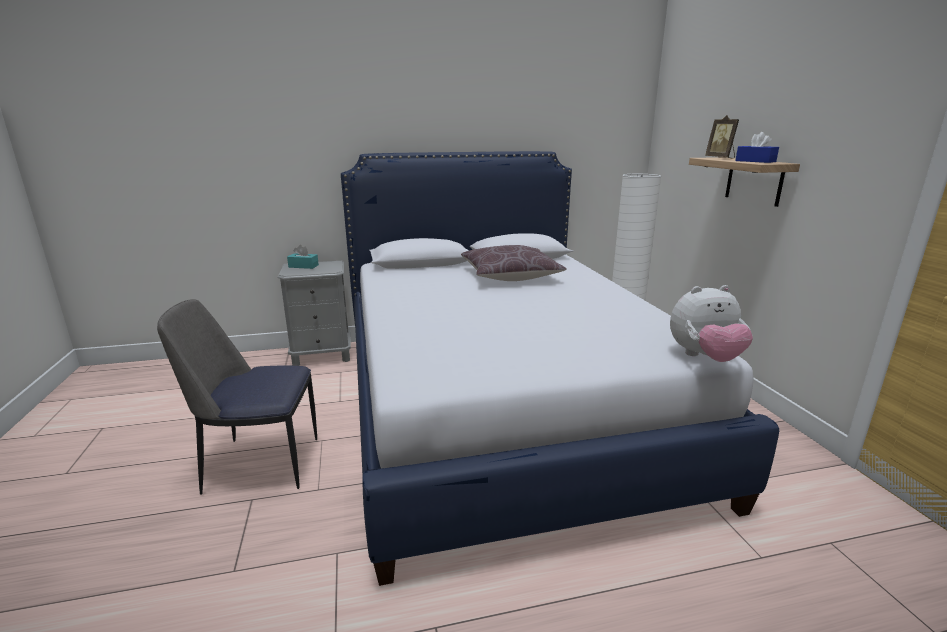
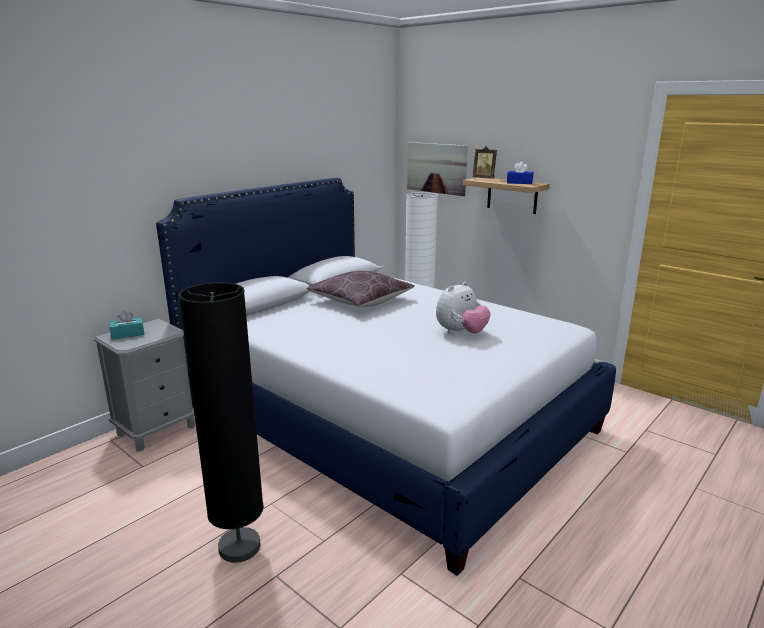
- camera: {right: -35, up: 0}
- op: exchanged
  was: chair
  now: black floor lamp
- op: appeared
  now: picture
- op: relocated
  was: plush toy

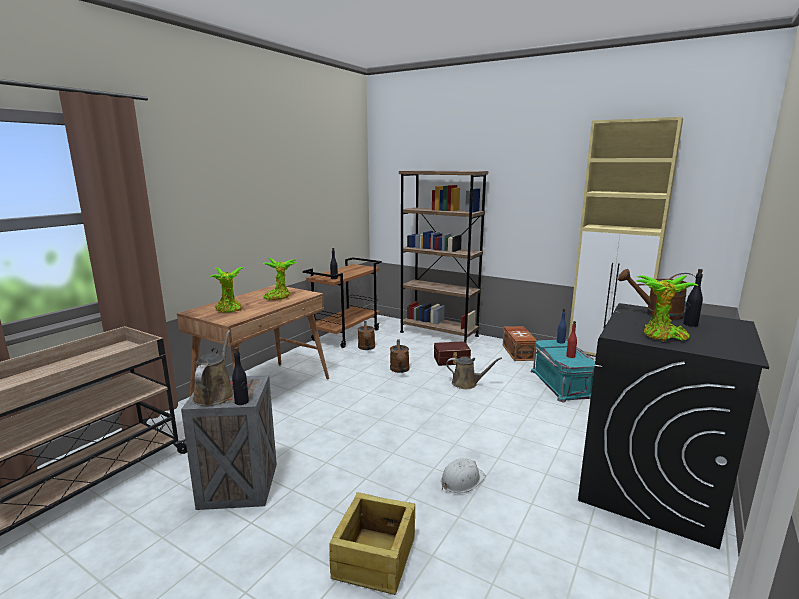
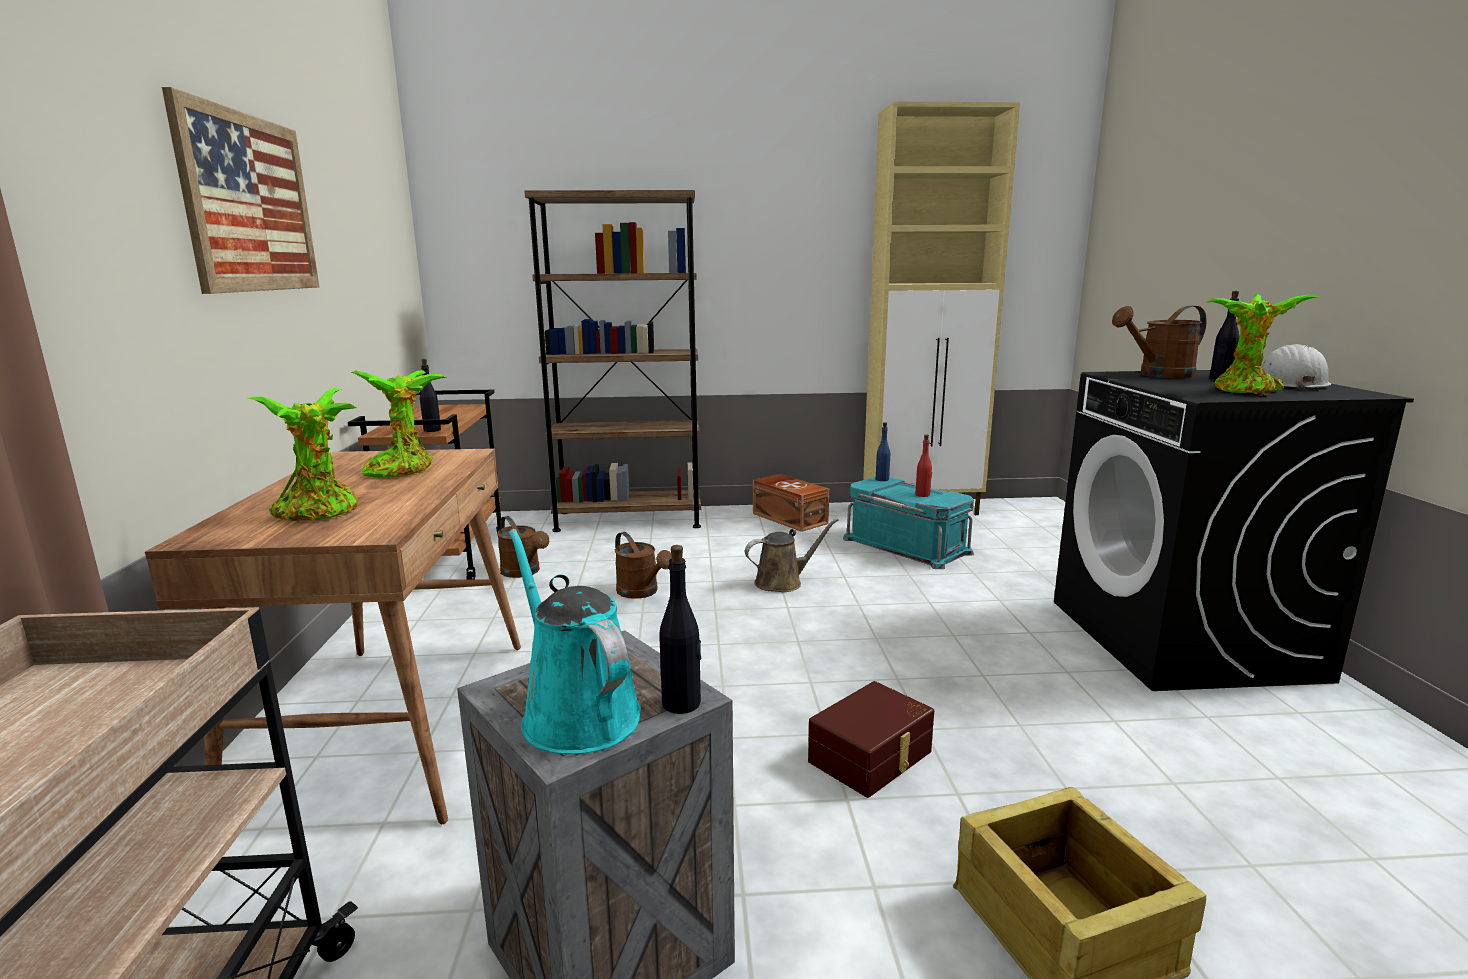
- camera: {right: -35, up: 0}
- op: appeared
  now: picture
- op: colour
  was: brown watering can (no. 1 from left)
  now: turquoise watering can
- op: relocated
  was: brown storage box (no. 1 from left in the first image)
  now: brown storage box (no. 2 from left)
- op: relocated
  was: white hard hat

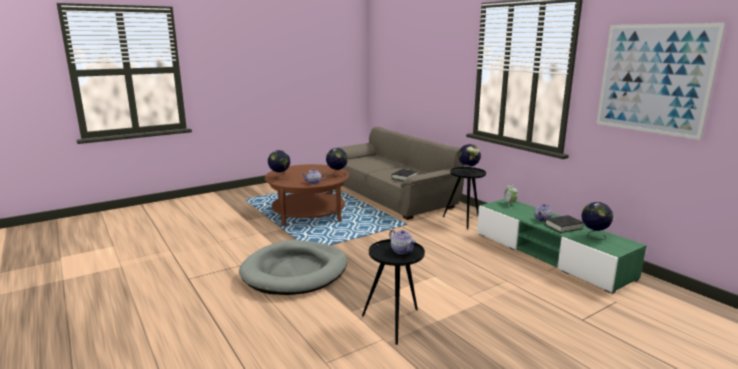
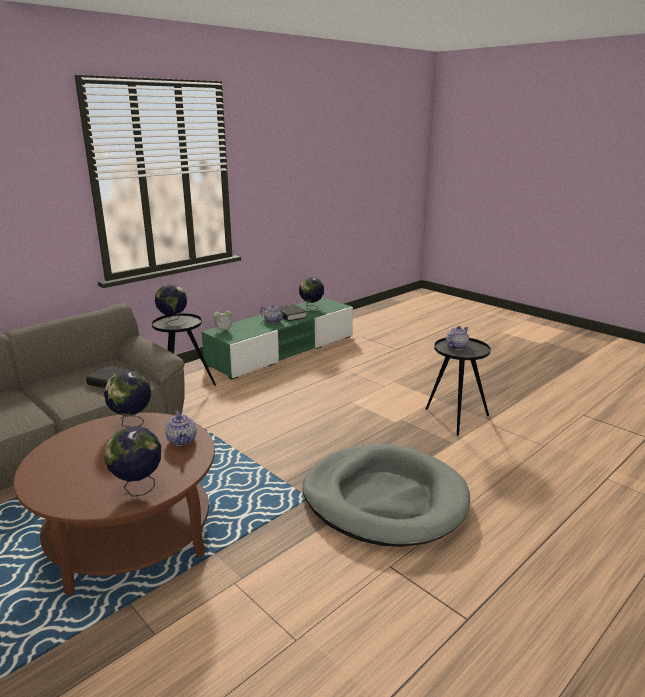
- camera: {right: -100, up: 5}
- op: missing
  was: picture

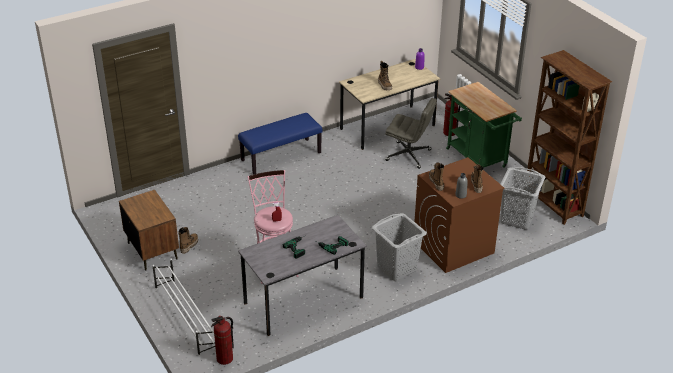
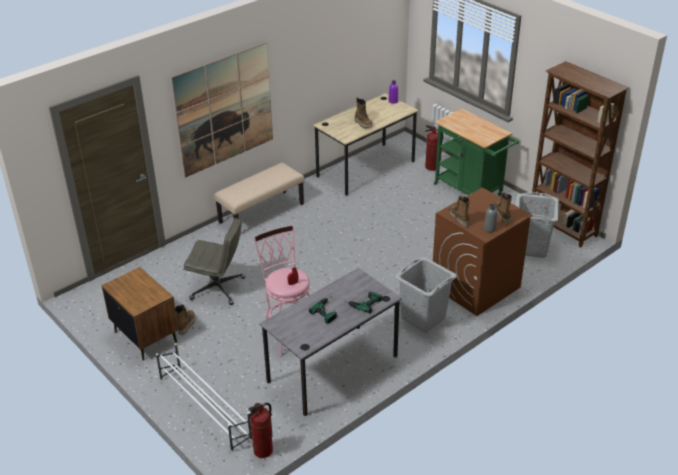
- camera: {right: -10, up: 0}
- op: appeared
  now: picture
- op: relocated
  was: grey office chair
- op: colour
  was: blue bench
  now: beige bench

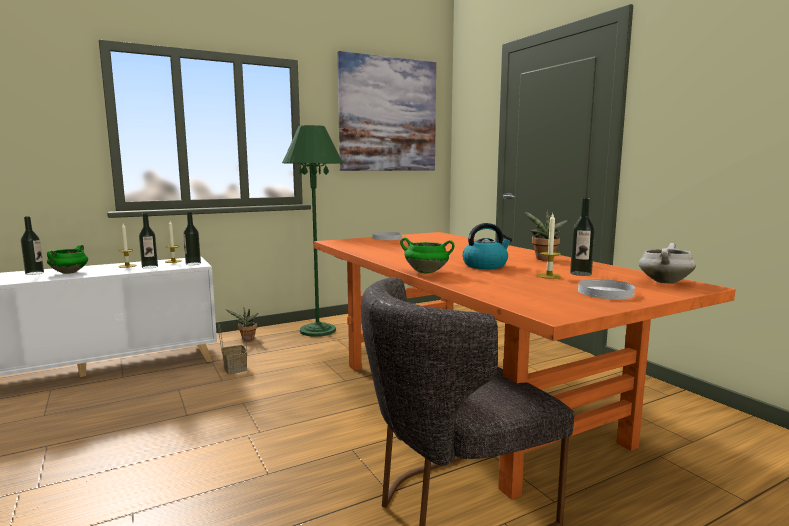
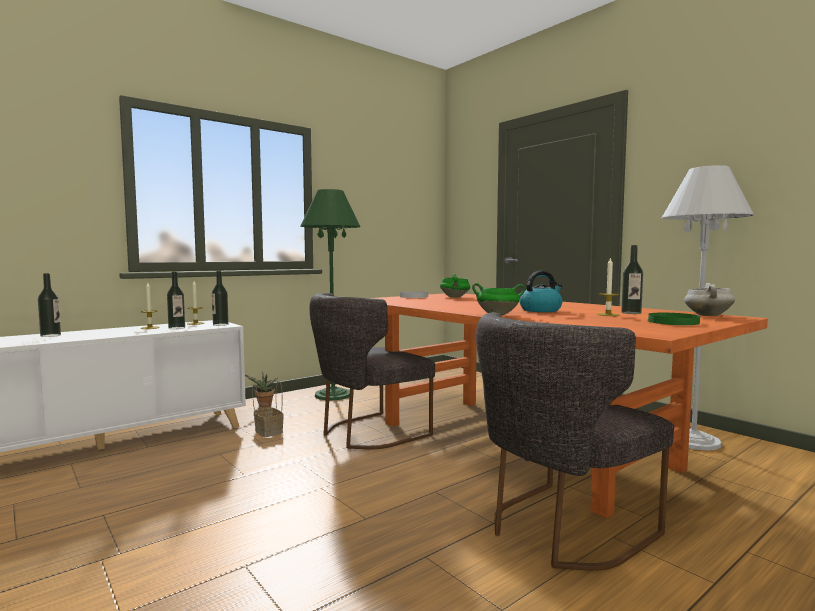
- camera: {right: -10, up: -5}
- op: appeared
  now: grey chair (no. 1 from left)
- op: relocated
  was: green cooking pot (no. 1 from left)
- op: colour
  was: white plate (no. 2 from left)
  now: green plate
- op: appeared
  now: white floor lamp
- op: missing
  was: picture
- op: missing
  was: potted plant (no. 2 from left)

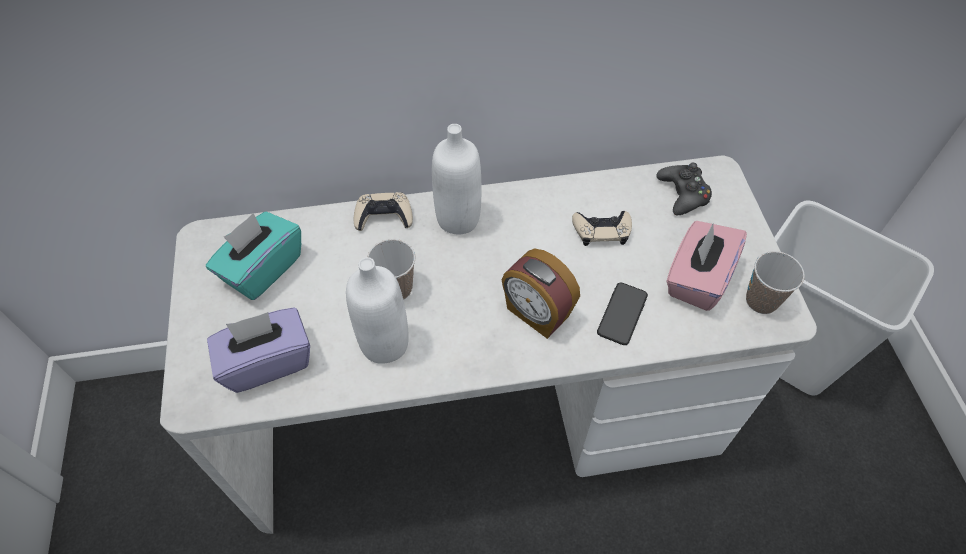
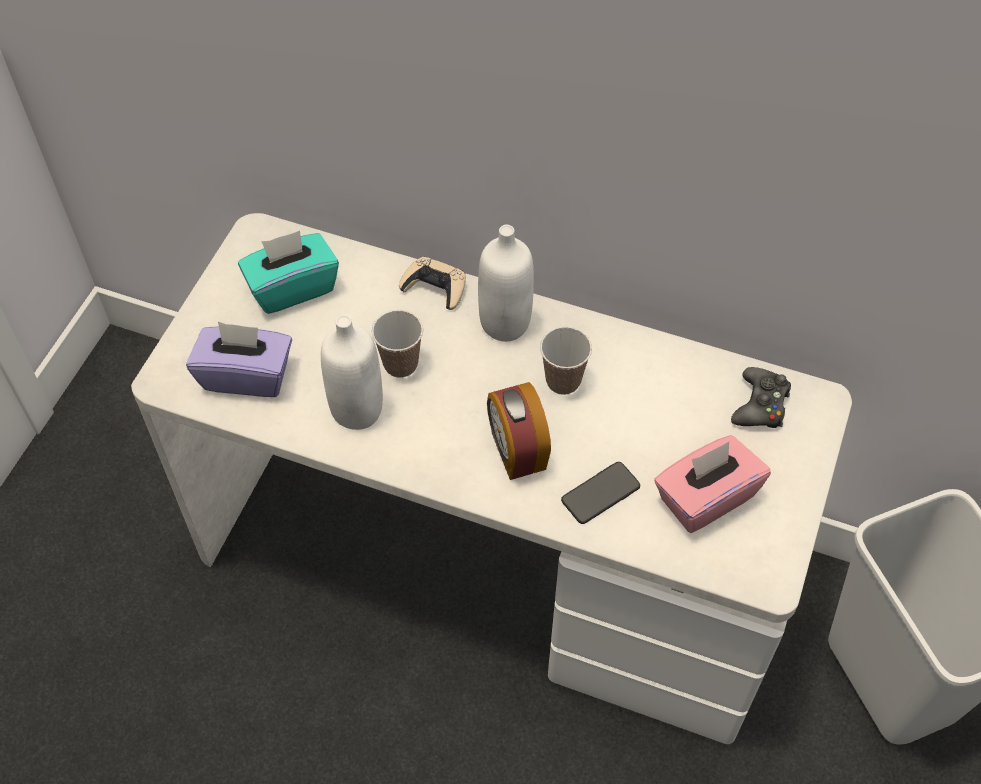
- camera: {right: 30, up: 0}
- op: relocated
  was: cup (no. 2 from left)
- op: missing
  was: beige game controller (no. 2 from left)

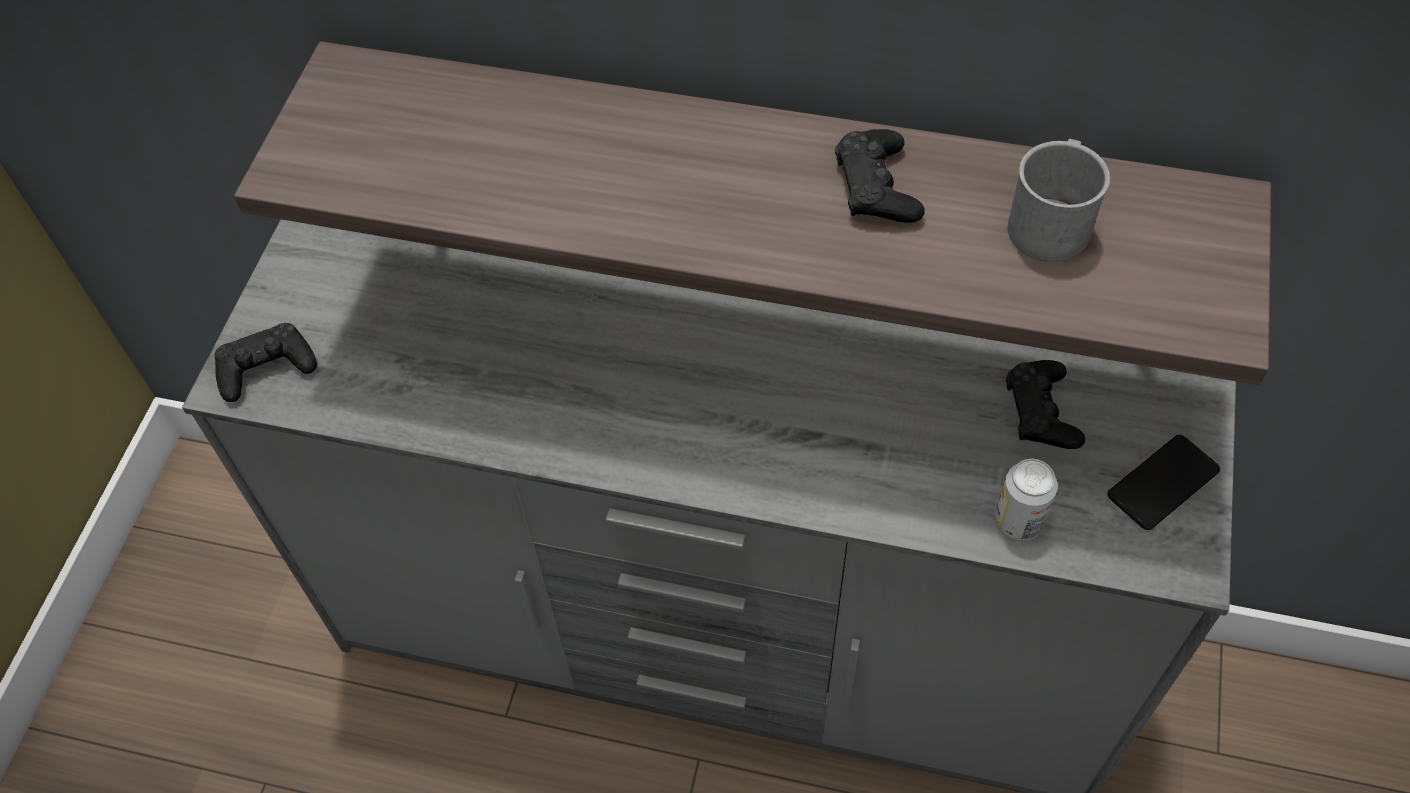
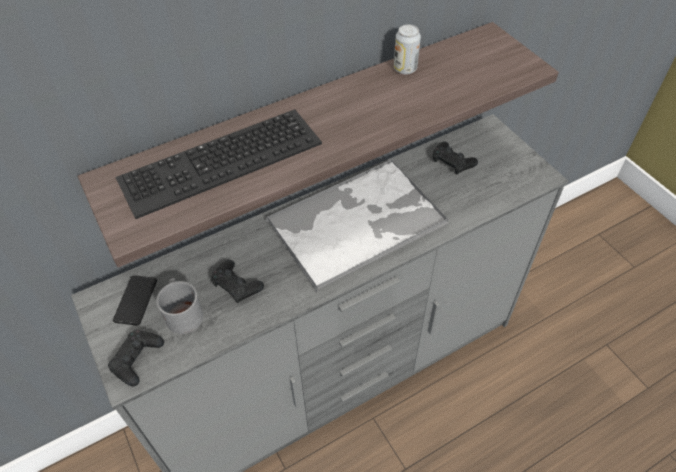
- camera: {right: -45, up: -5}
- op: relocated
  was: phone
- op: appeared
  now: keyboard
- op: relocated
  was: grey mug
- op: relocated
  was: black game controller (no. 2 from left)
- op: appeared
  now: tray
- op: relocated
  was: can

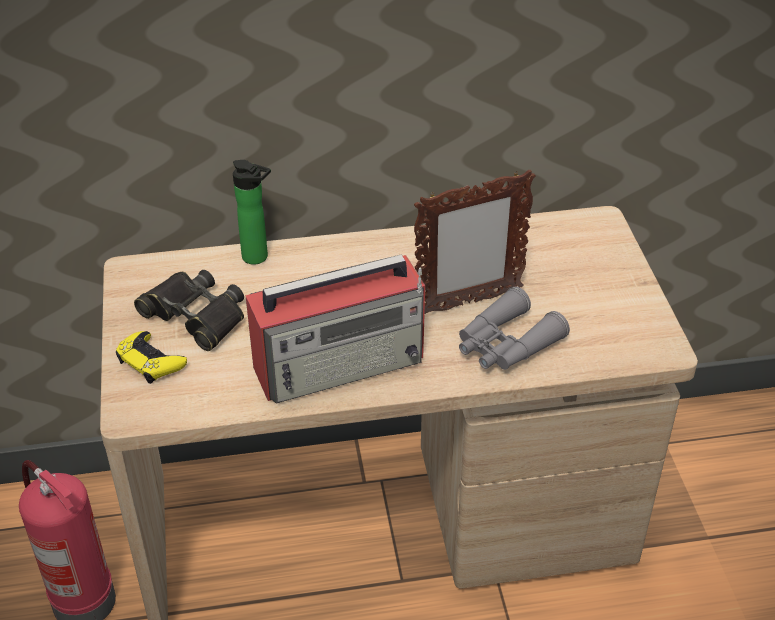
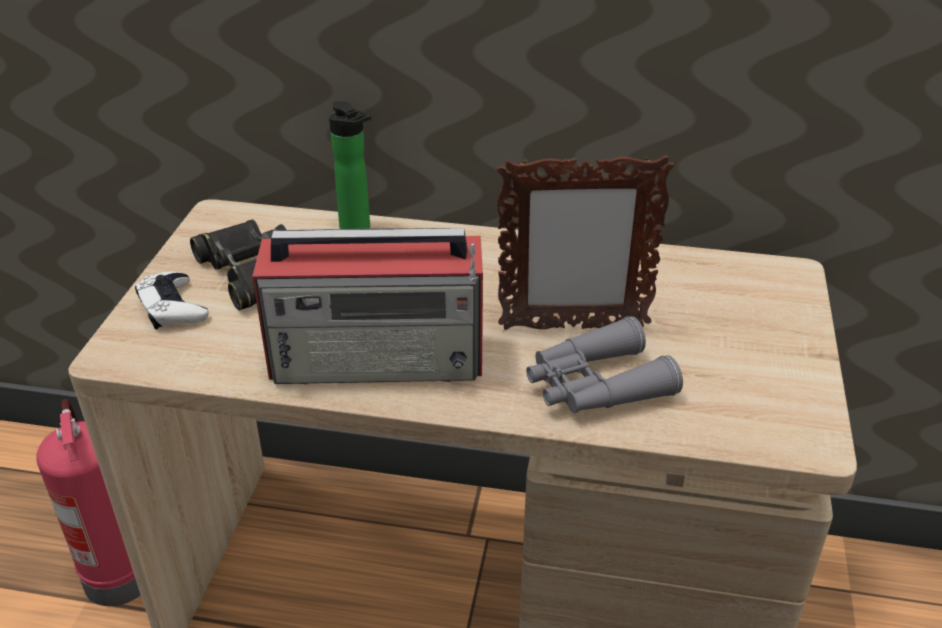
- camera: {right: 20, up: -5}
- op: colour
  was: yellow game controller
  now: white game controller

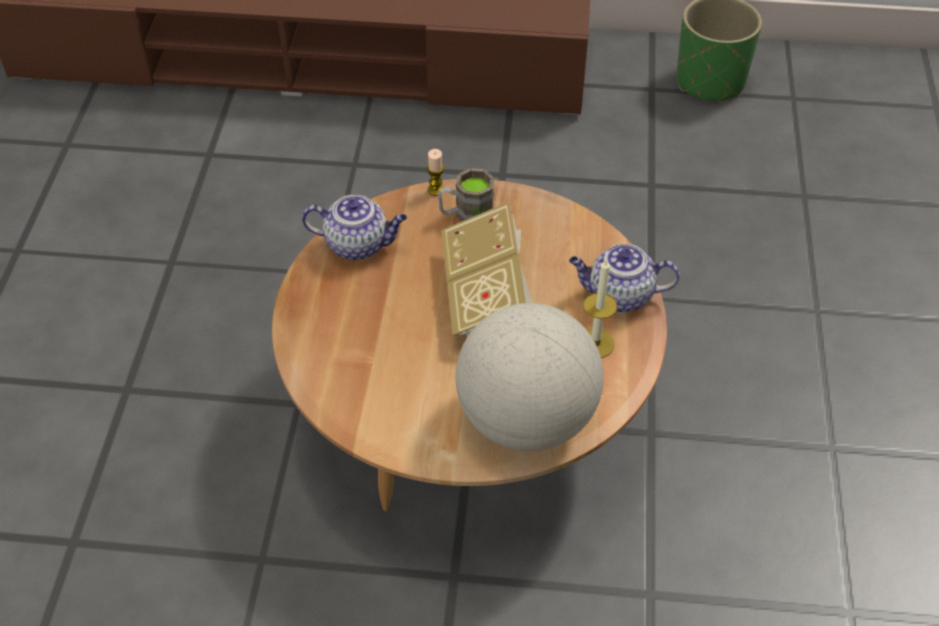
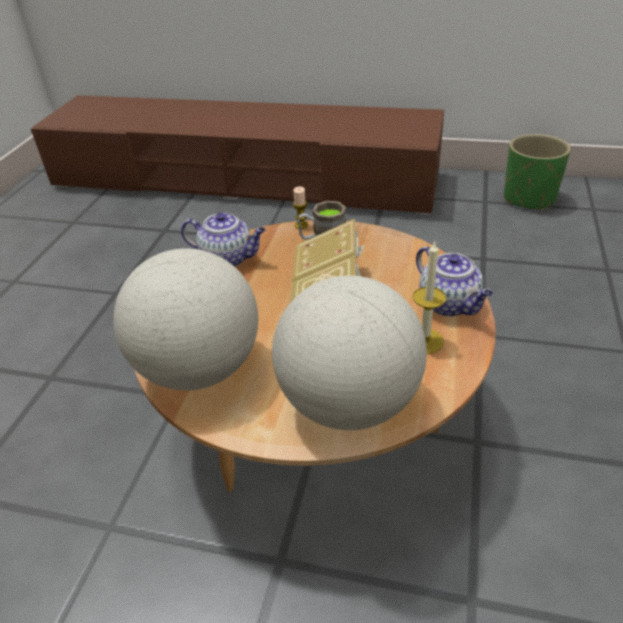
- camera: {right: 10, up: -10}
- op: appeared
  now: globe (no. 1 from left)
- op: spun
  was: teapot (no. 2 from left)
  clockwise: -135

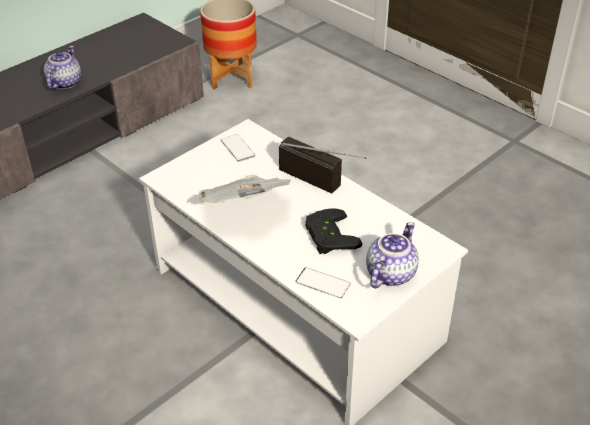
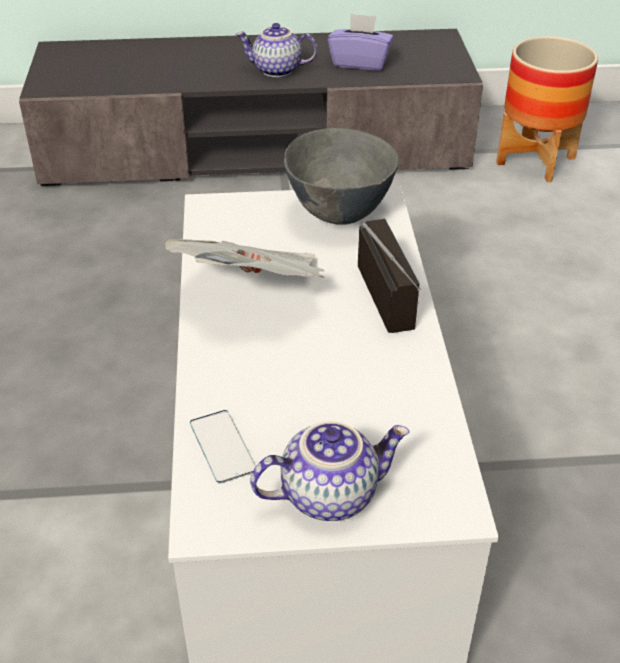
- camera: {right: 40, up: 0}
- op: spun
  was: teapot (no. 1 from left)
  clockwise: -135
- op: exchanged
  was: phone (no. 1 from left)
  now: grey bowl
- op: appeared
  now: purple tissue box
- op: missing
  was: black game controller

